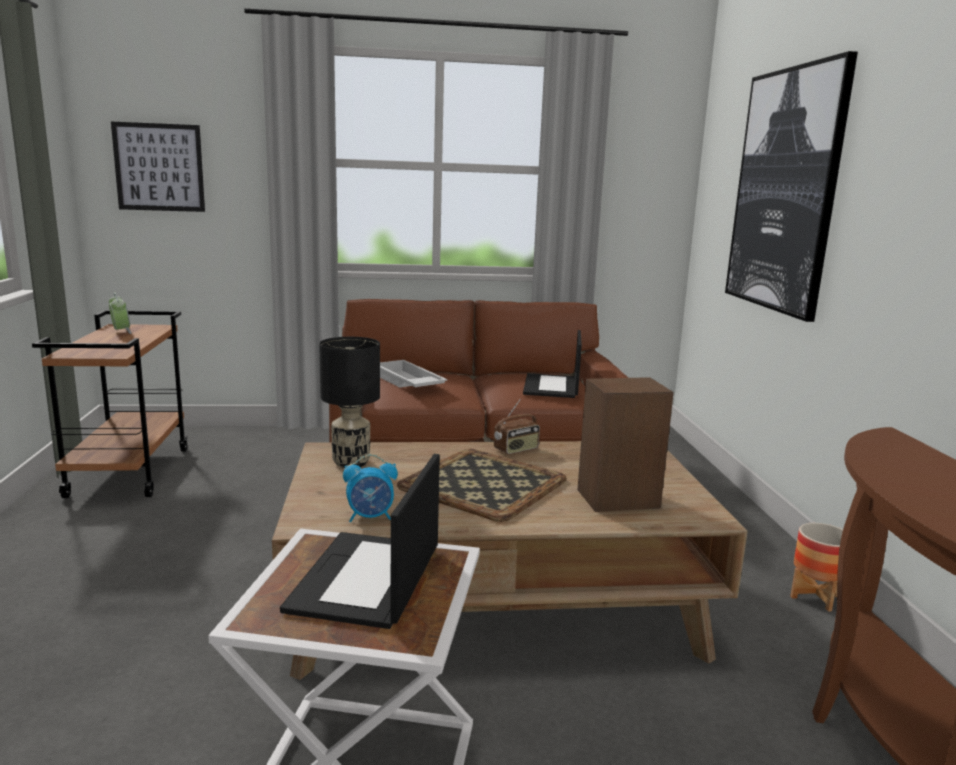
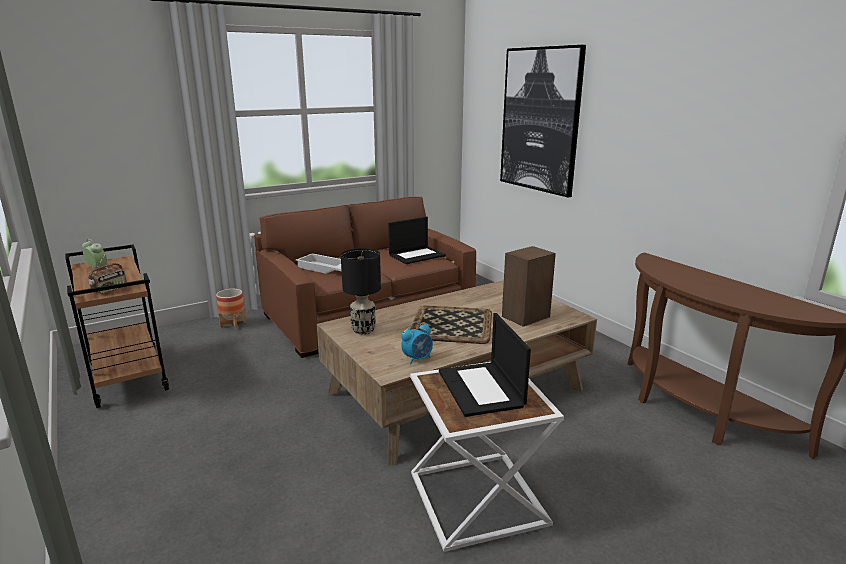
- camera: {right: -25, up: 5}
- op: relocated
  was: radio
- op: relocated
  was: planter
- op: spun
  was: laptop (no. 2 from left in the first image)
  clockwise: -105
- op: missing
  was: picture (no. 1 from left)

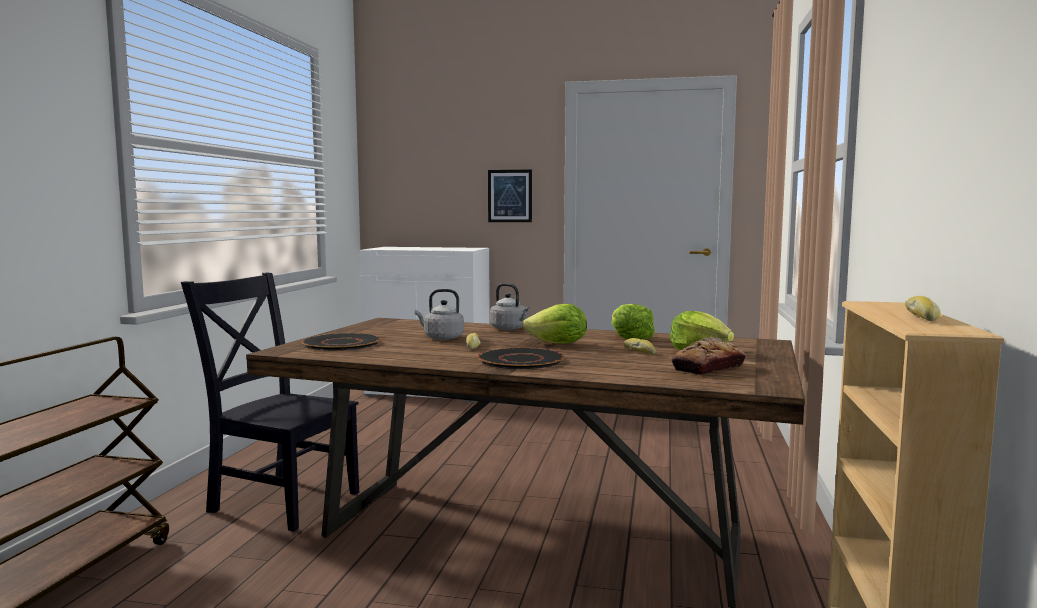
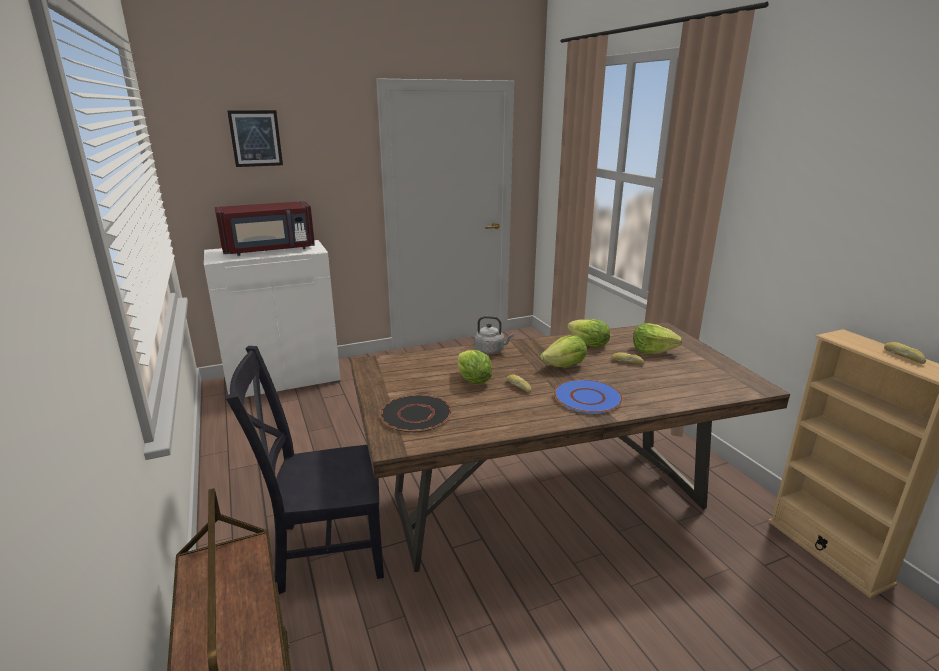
- camera: {right: -35, up: 15}
- op: appeared
  now: red microwave
- op: relocated
  was: picture
- op: exchanged
  was: grey kettle (no. 1 from left)
  now: lettuce (no. 1 from left)
- op: colour
  was: black plate (no. 2 from left)
  now: blue plate
- op: missing
  was: bread (no. 3 from left)

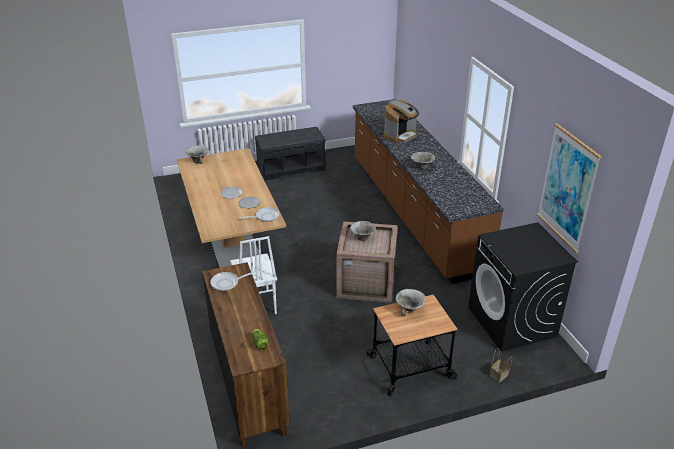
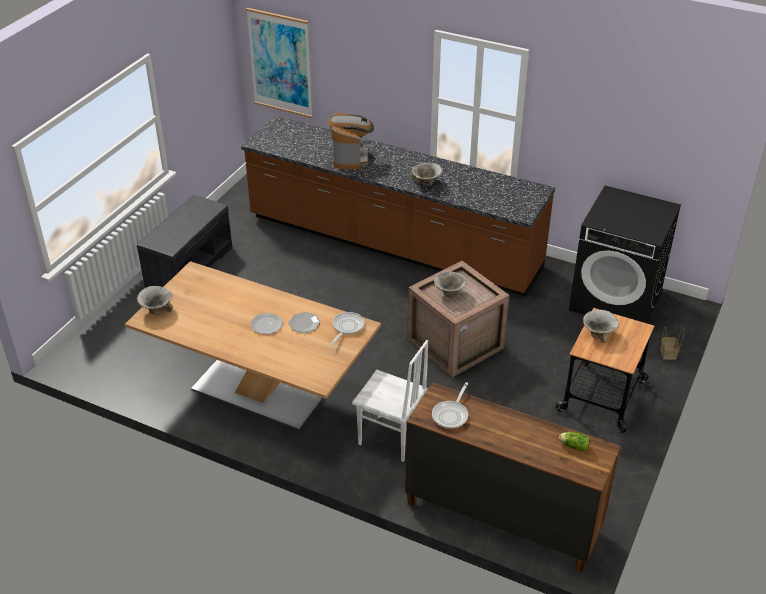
- camera: {right: -45, up: 5}
- op: relocated
  was: picture

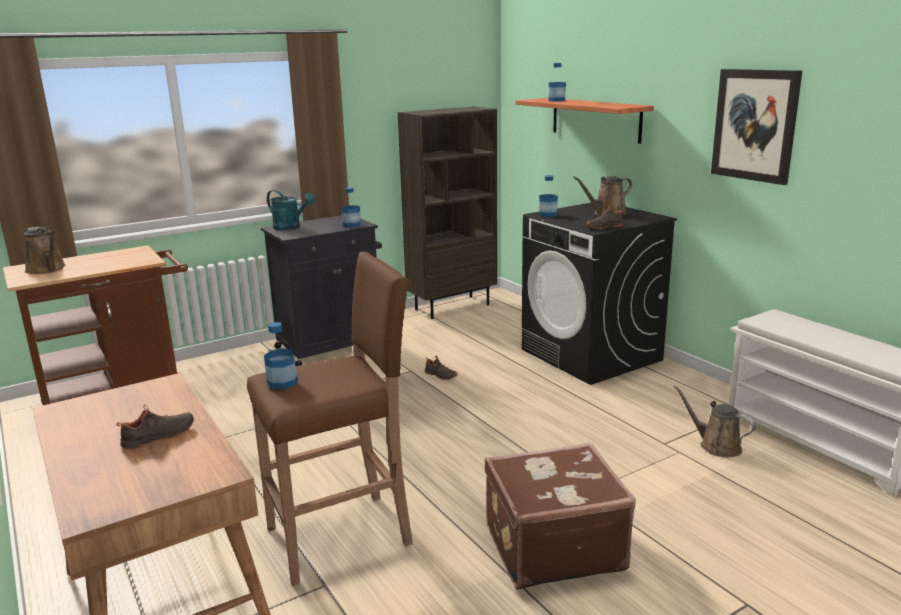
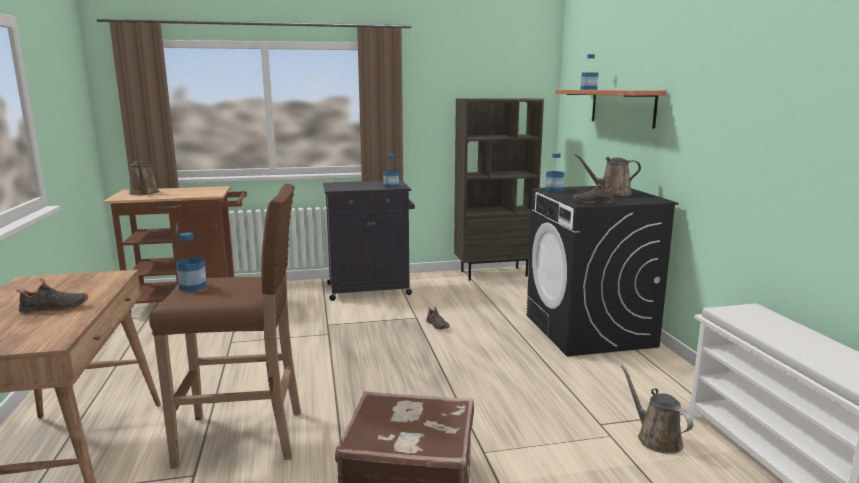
- camera: {right: 20, up: -5}
- op: missing
  was: turquoise watering can
- op: missing
  was: picture

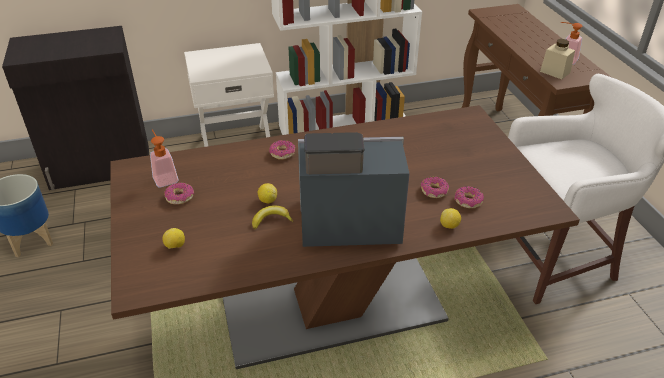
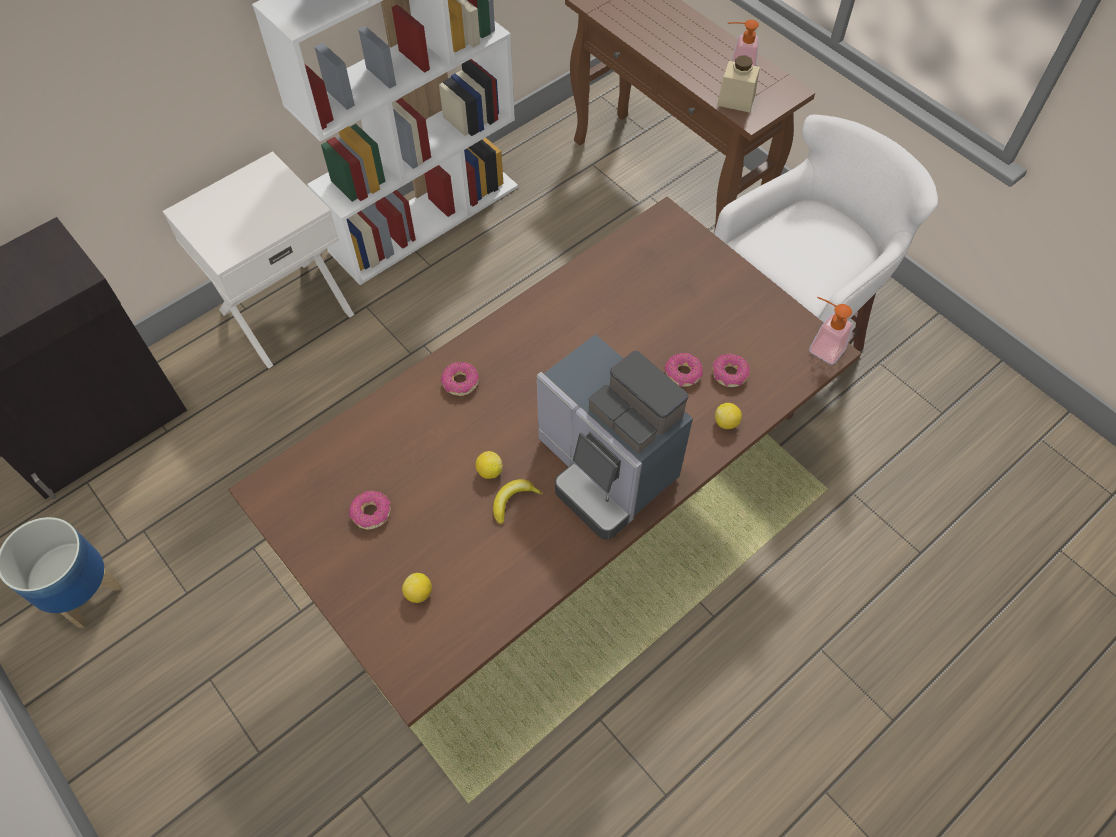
- camera: {right: -25, up: 20}
- op: spun
  was: coffee machine
  clockwise: -105
- op: relocated
  was: soap dispenser (no. 1 from left in the first image)
  now: soap dispenser (no. 2 from left)

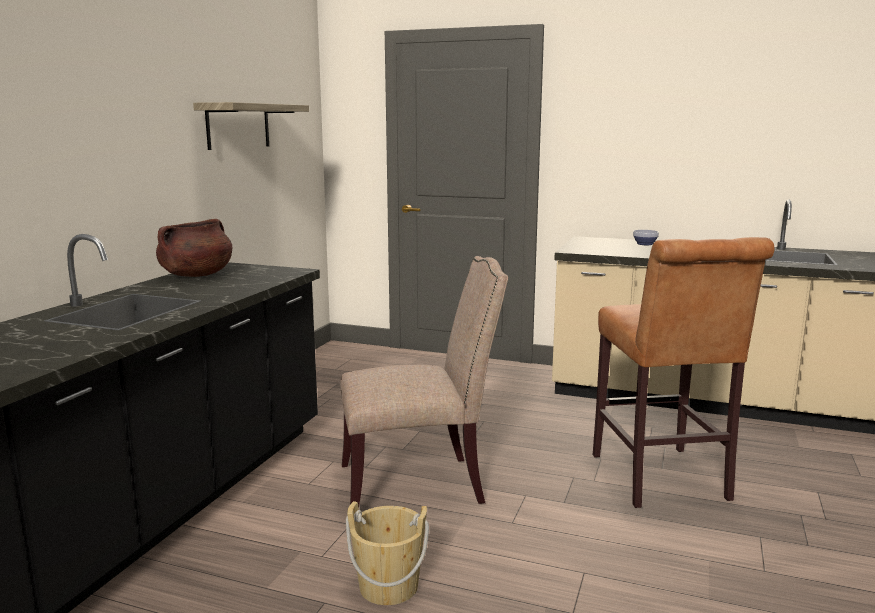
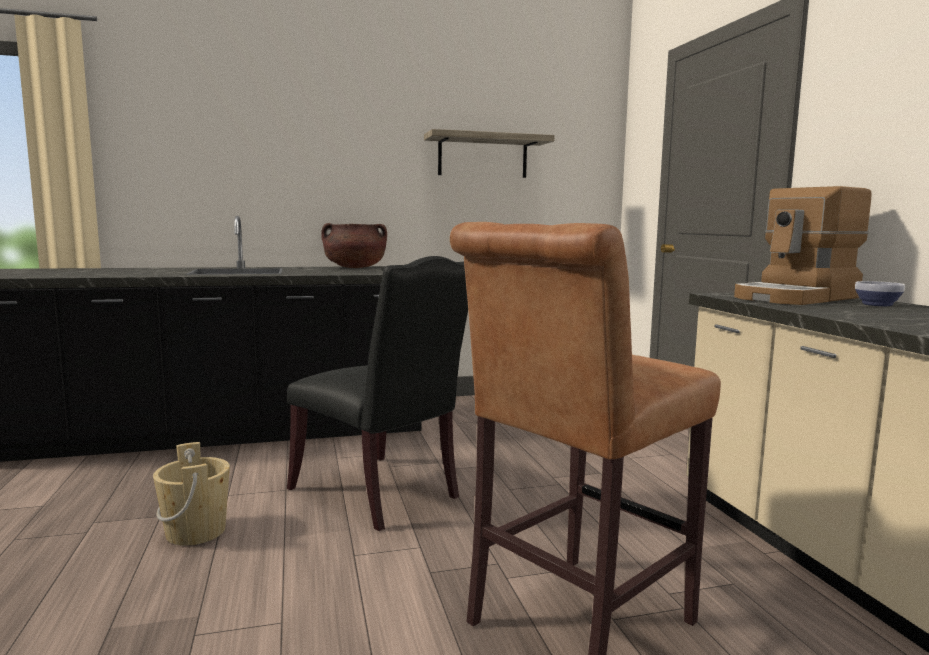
- camera: {right: 55, up: -5}
- op: colour
  was: beige chair
  now: black chair
- op: appeared
  now: coffee machine

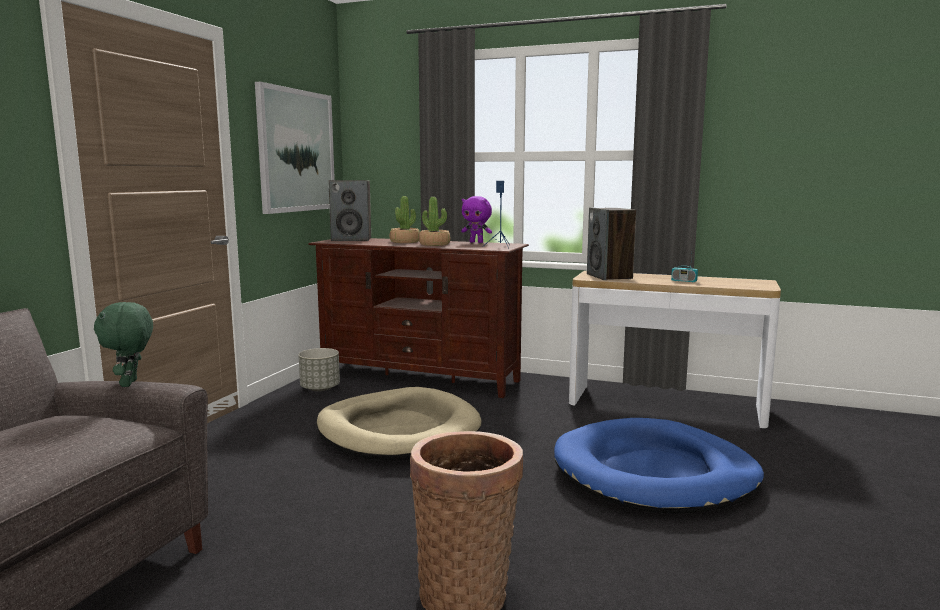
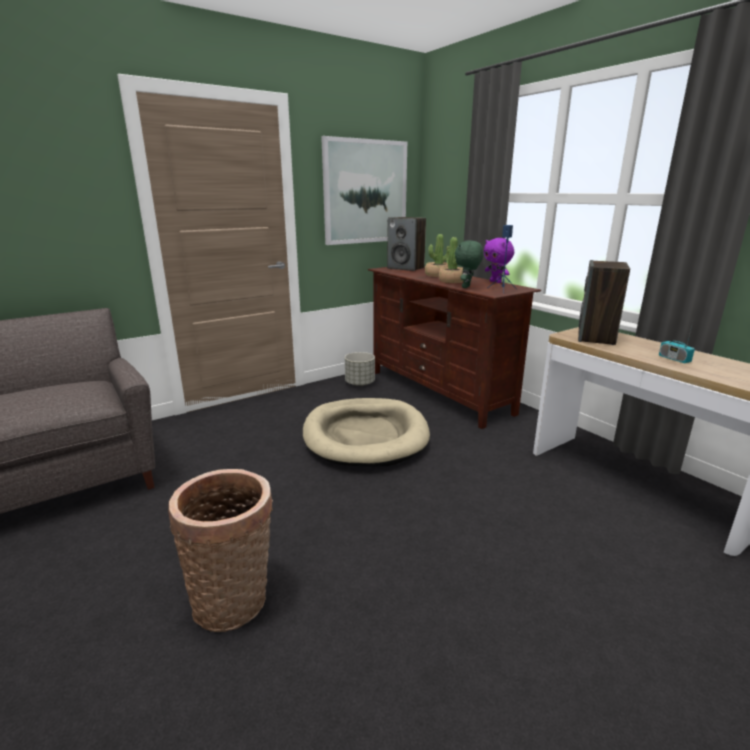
- camera: {right: 35, up: 10}
- op: relocated
  was: green plush toy
- op: missing
  was: blue dog bed

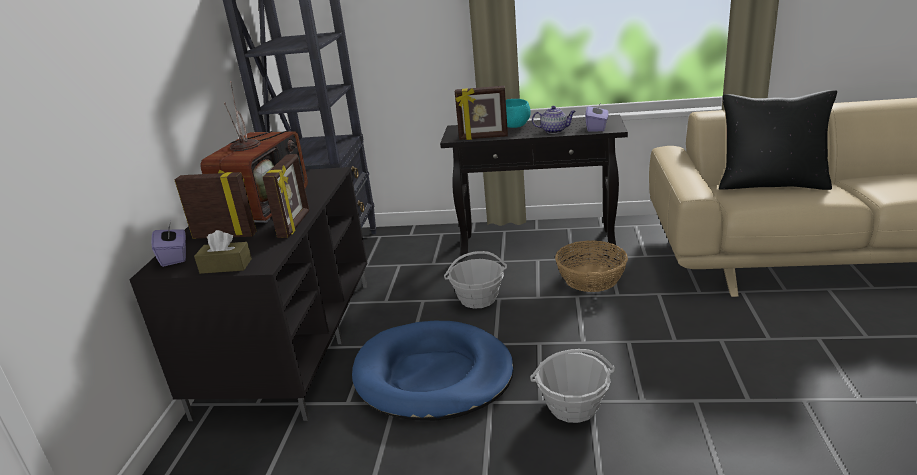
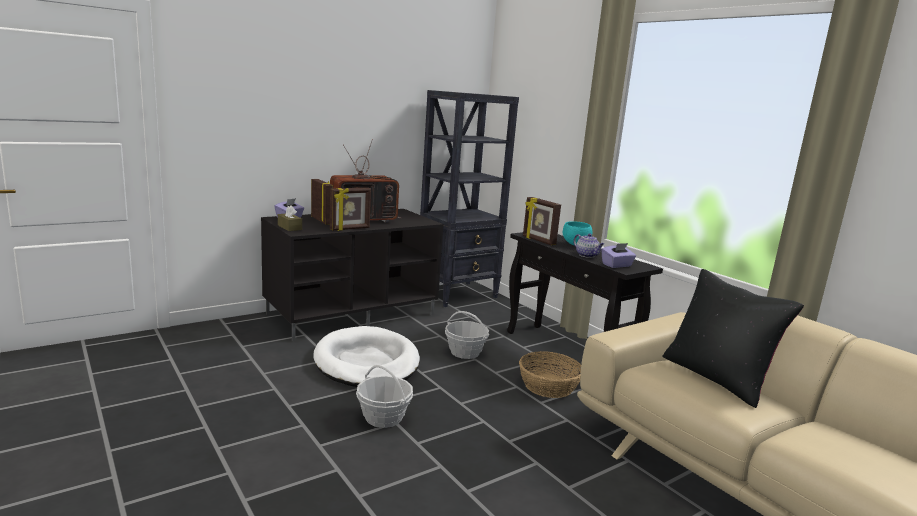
- camera: {right: 45, up: -10}
- op: colour
  was: blue dog bed
  now: white dog bed

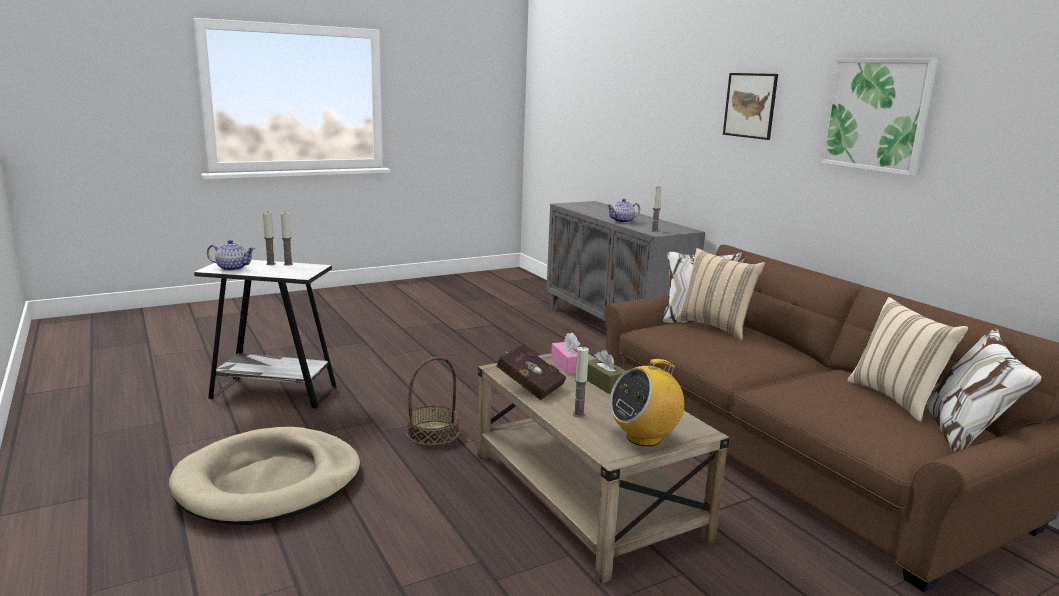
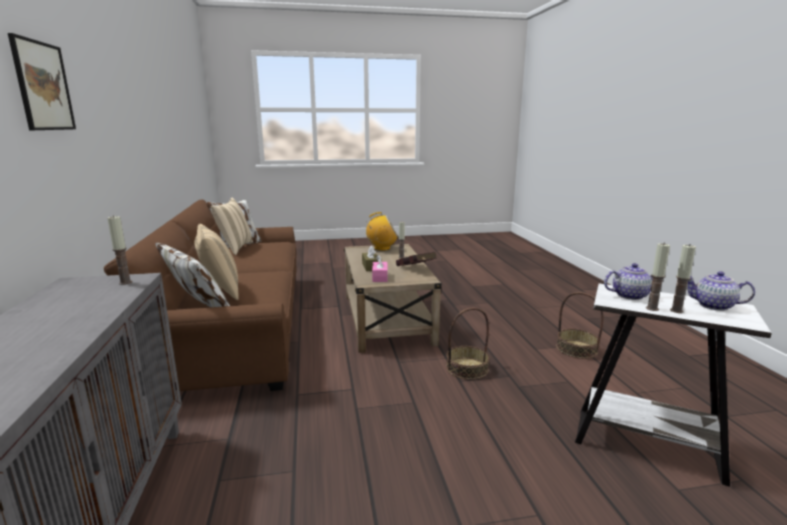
- camera: {right: -160, up: 0}
- op: exchanged
  was: beige dog bed
  now: basket (no. 2 from left)
- op: relocated
  was: teapot (no. 2 from left in the first image)
  now: teapot (no. 1 from left)
- op: missing
  was: picture (no. 2 from left)

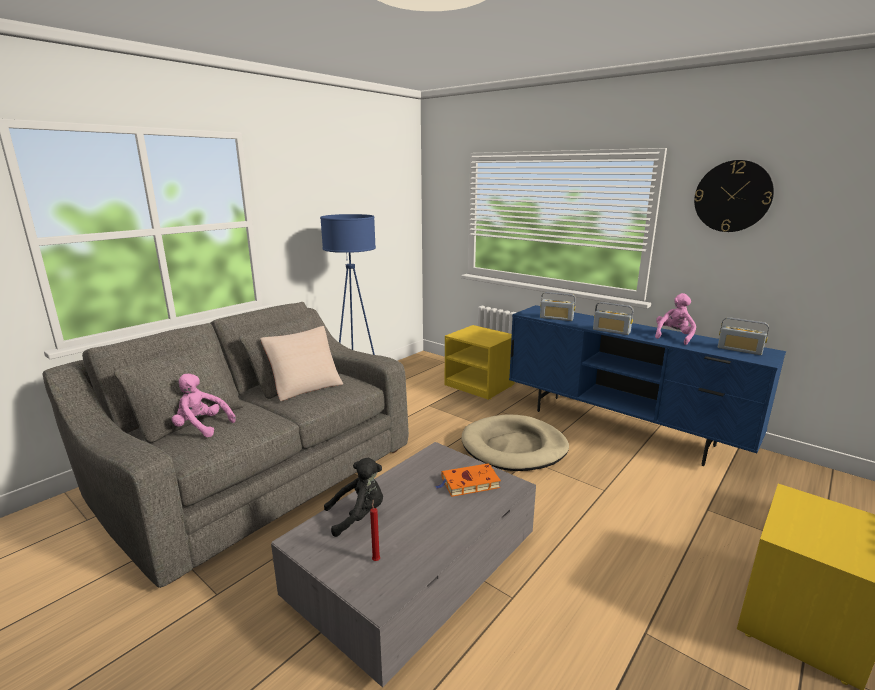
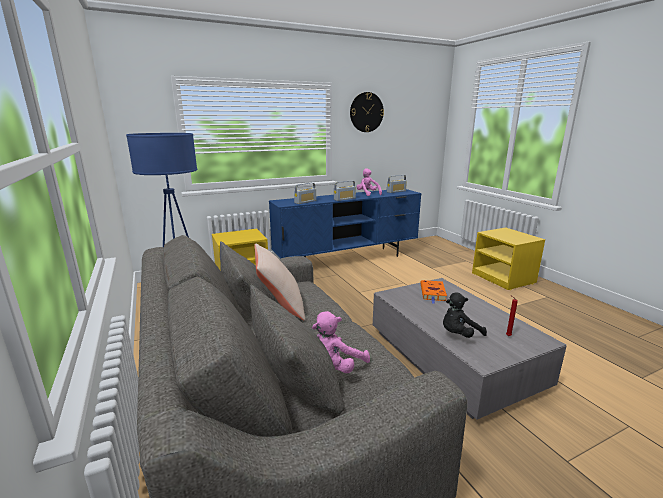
- camera: {right: -65, up: 0}
- op: spun
  was: black plush toy
  clockwise: -120
- op: missing
  was: beige dog bed

